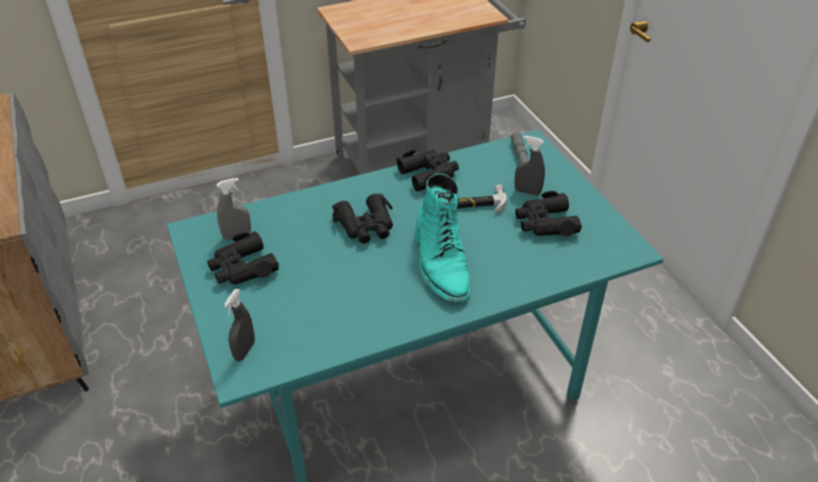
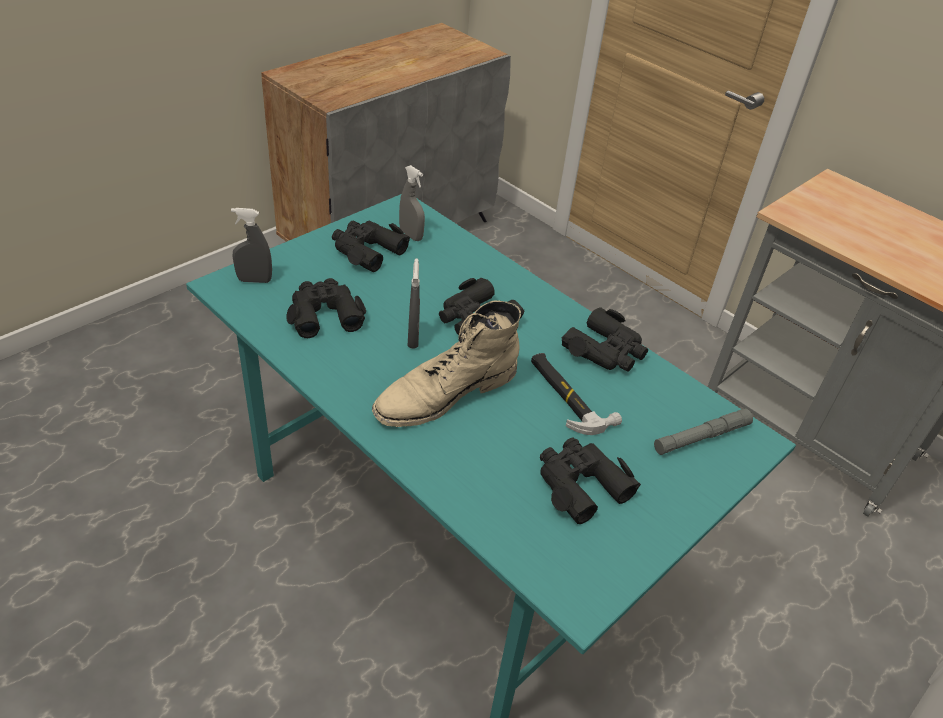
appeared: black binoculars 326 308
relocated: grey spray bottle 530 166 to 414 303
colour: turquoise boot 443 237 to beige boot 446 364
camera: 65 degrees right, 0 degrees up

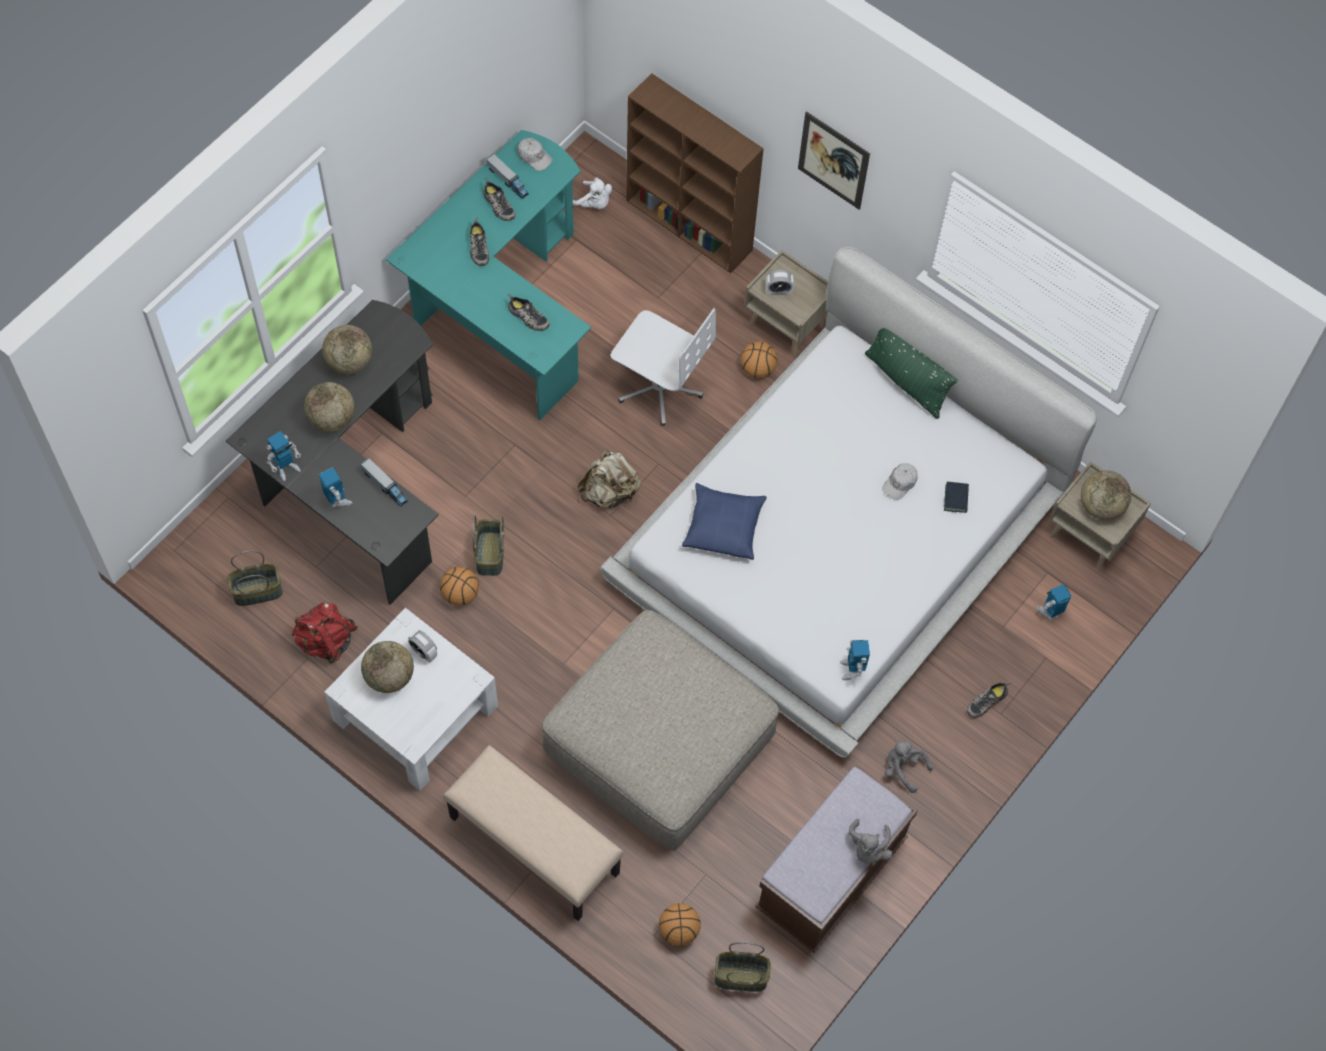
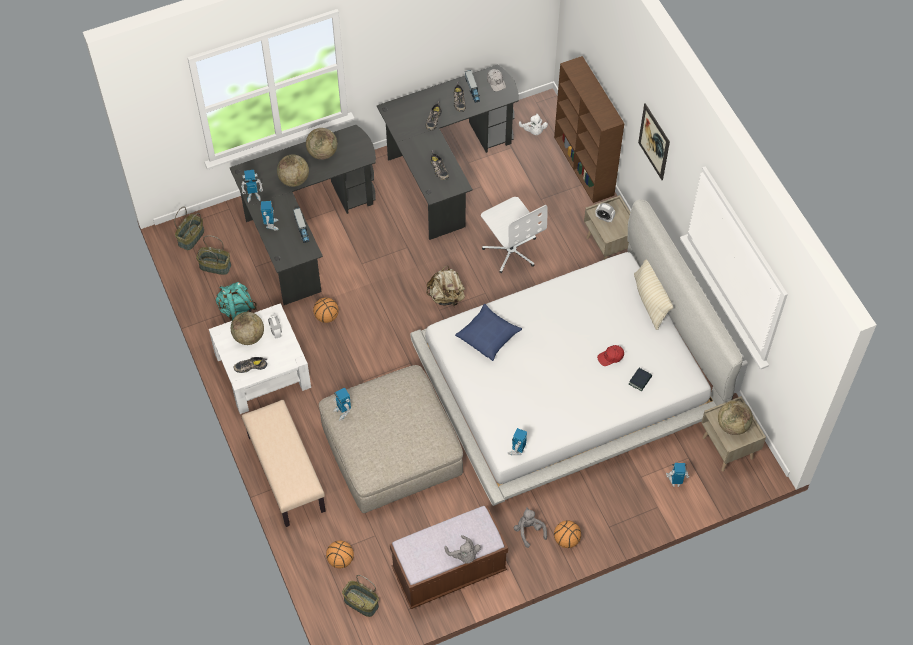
appeared: toy robot 342 404
relocated: basket 489 545 to 189 228; basketball 759 359 to 567 534; shoe 988 699 to 250 365
colour: red backpack 325 633 to turquoise backpack 236 301; turquoise desk 488 275 to black desk 448 152; green pillow 911 373 to beige pillow 653 294; white cap 900 481 to red cap 610 355
spun: grey plush toy 871 841 = 462 549 75 degrees counterclockwise
camera: 30 degrees right, 5 degrees down

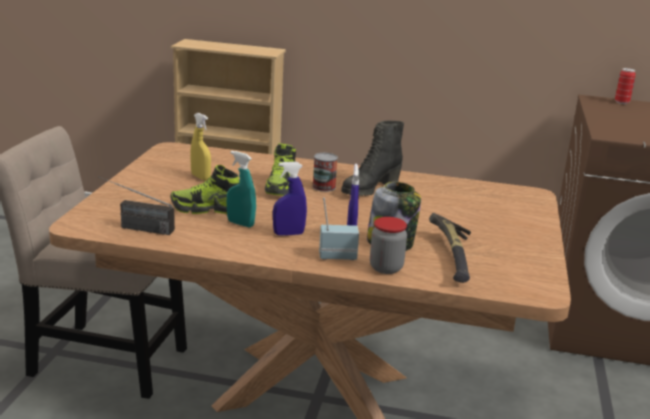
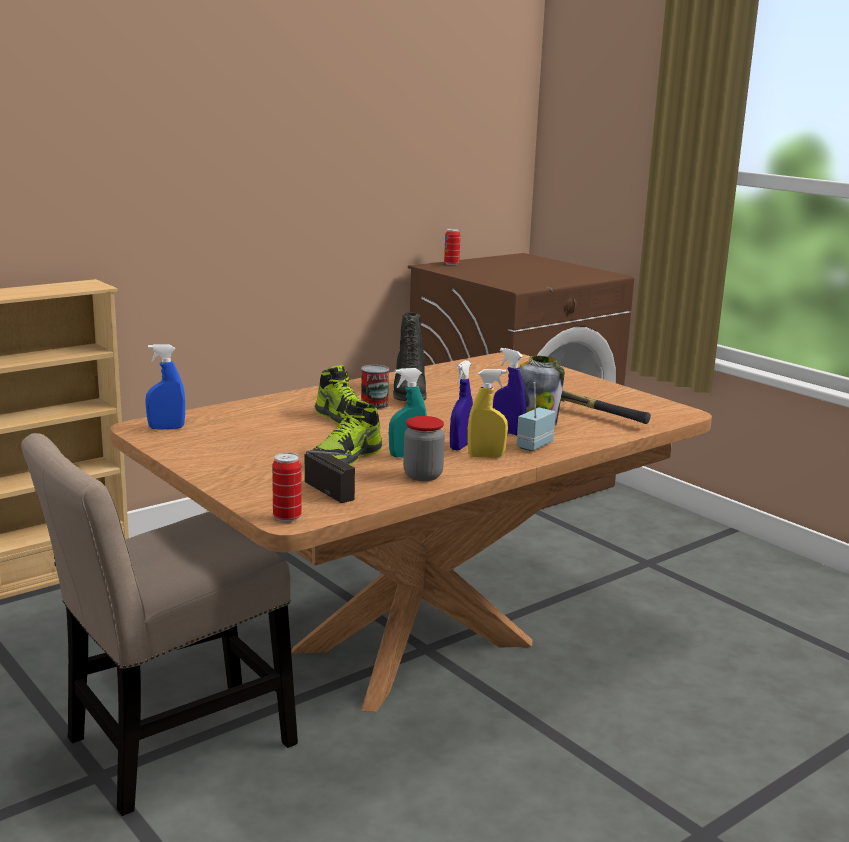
appeared: blue spray bottle 165 387; can 287 487
relocated: yellow spray bottle 200 146 to 487 413; jar 388 245 to 424 448
spun: radio 136 205 = 335 475 90 degrees counterclockwise
camera: 50 degrees left, 5 degrees down

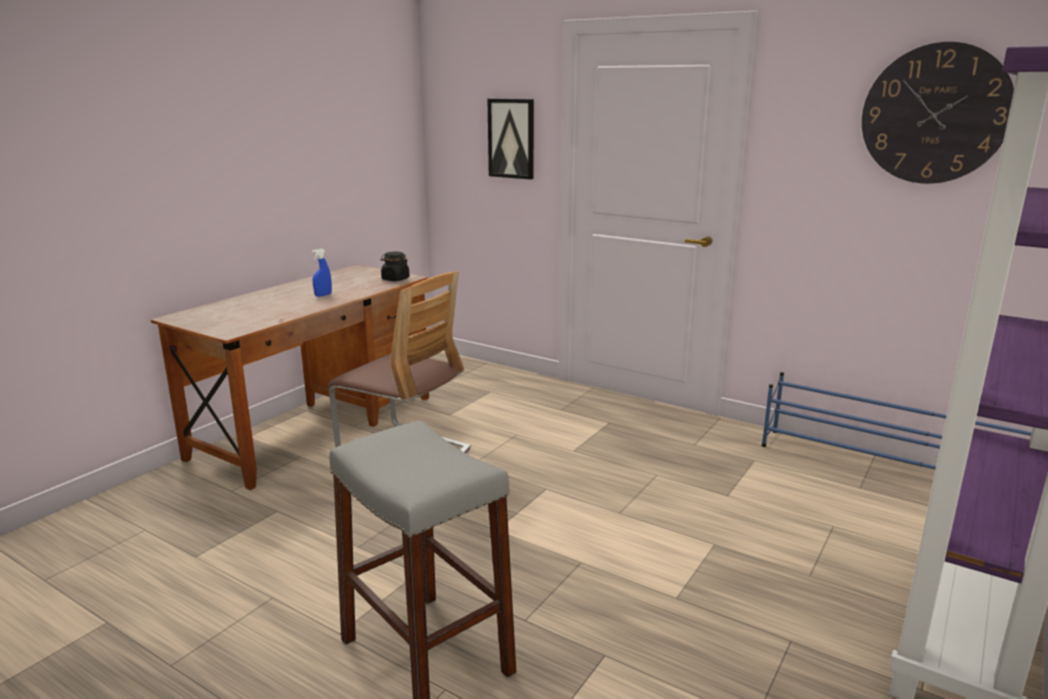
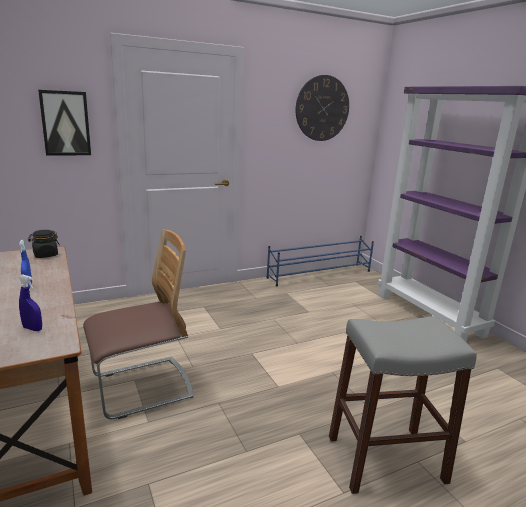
appeared: blue spray bottle 30 302
camera: 60 degrees left, 0 degrees up

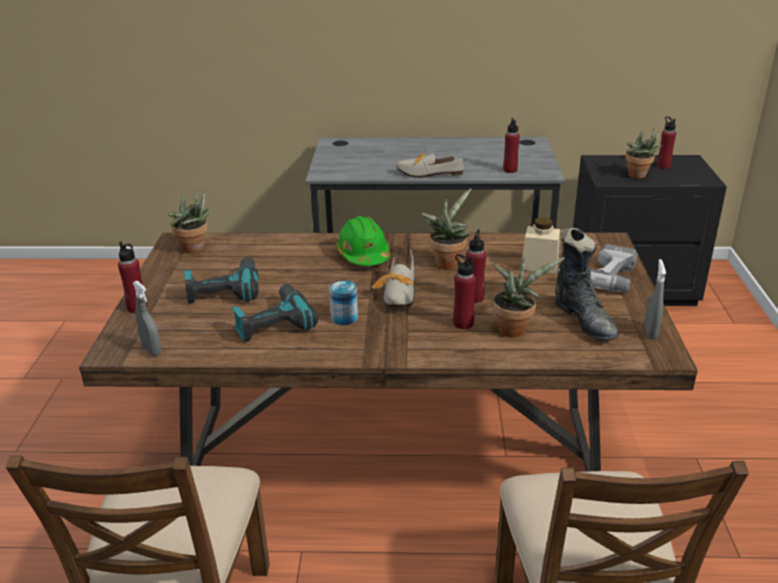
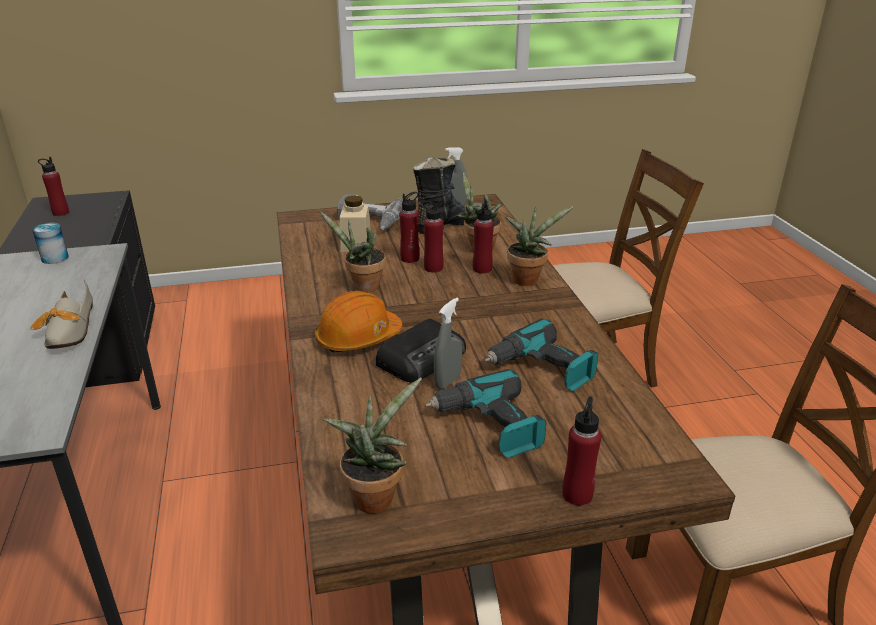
missing: shoe 393 278
appeared: radio 421 350
relocated: grey spray bottle 147 318 to 448 343; can 343 302 to 50 243; red bottle 511 145 to 409 227; potted plant 643 153 to 539 246
colour: green hard hat 363 241 to orange hard hat 359 322
camera: 105 degrees left, 0 degrees up

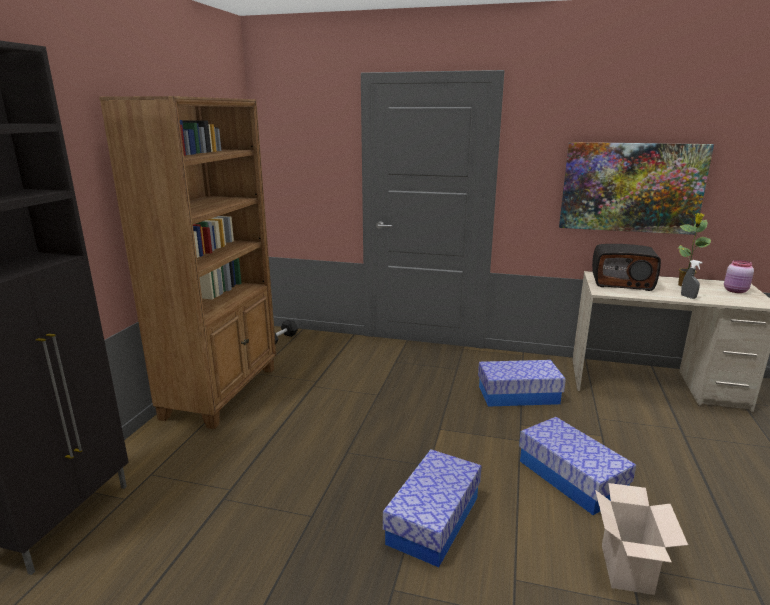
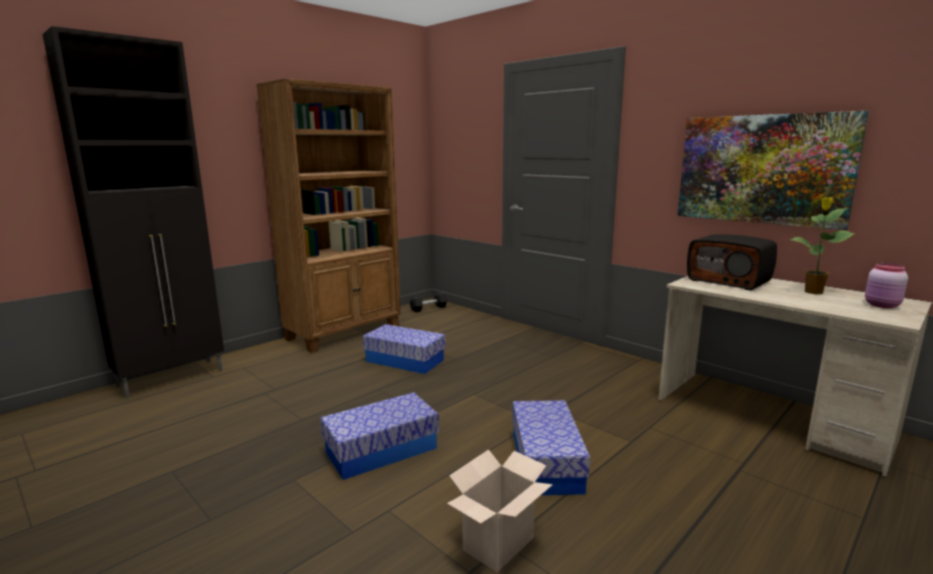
missing: grey spray bottle 692 279
relocated: storage box 522 383 to 404 349
camera: 30 degrees right, 5 degrees down

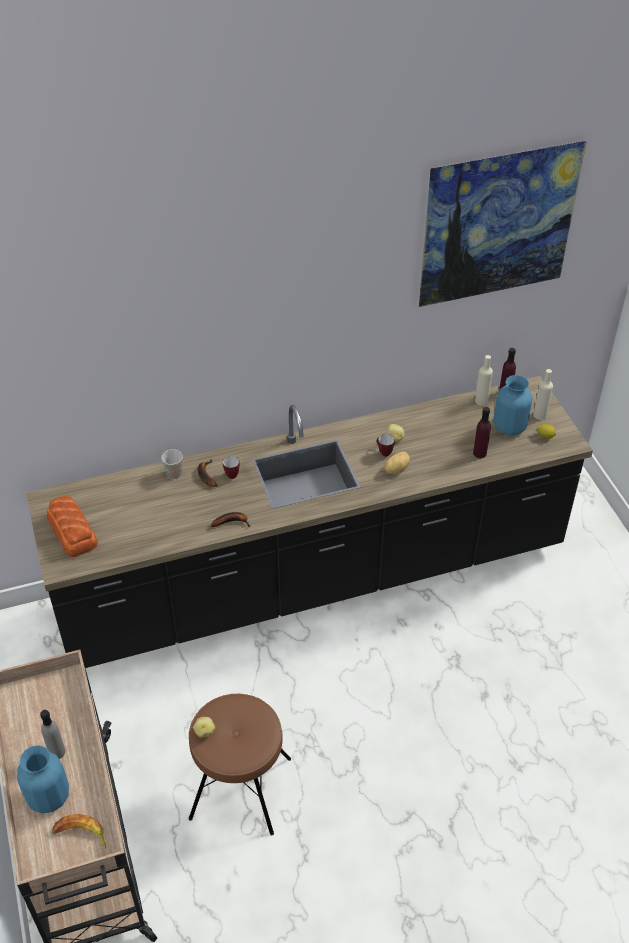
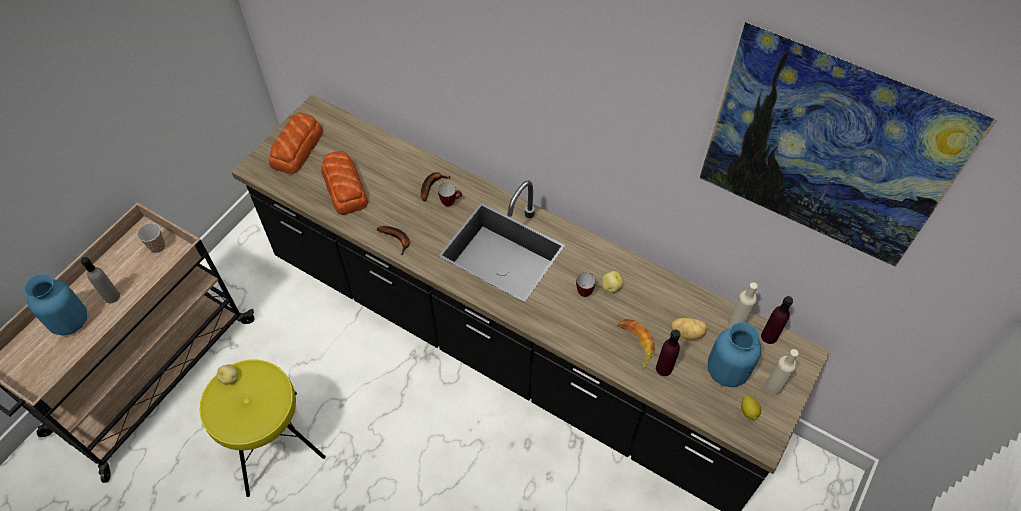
appeared: bread 344 183
relocated: banana 79 831 to 636 344; cup 172 464 to 151 238; potato 397 462 to 689 329
colour: brown stool 239 765 to yellow stool 263 428
camera: 50 degrees right, 10 degrees up

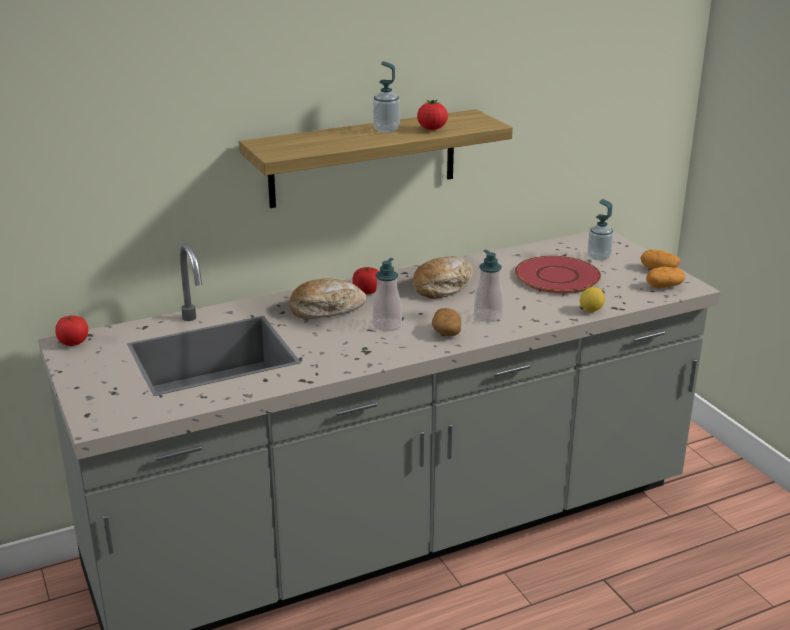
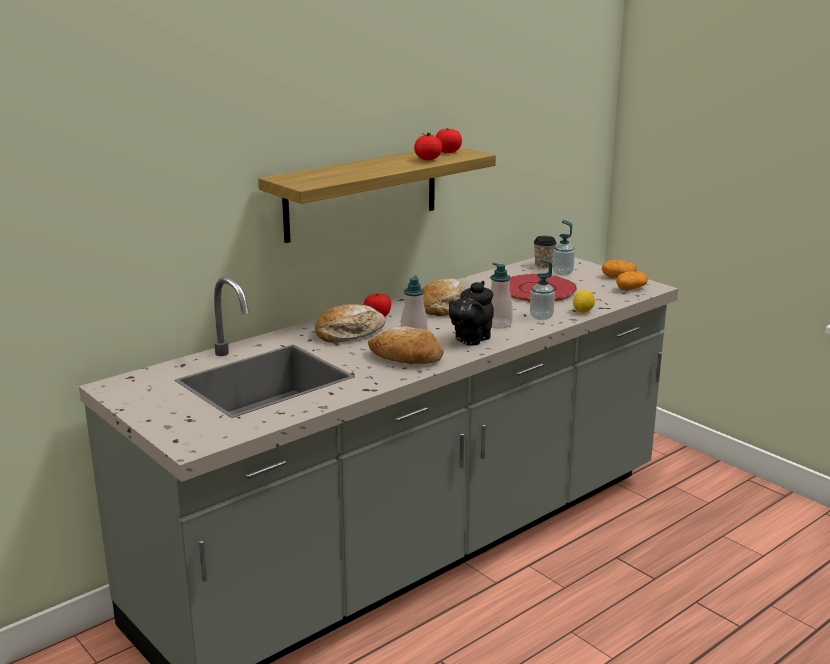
appeared: bread 405 345; cup 545 252
relocated: tomato 71 330 to 449 140; soap dispenser 386 97 to 542 289
exchanged: potato 446 322 to black teapot 471 313
camera: 15 degrees left, 5 degrees down

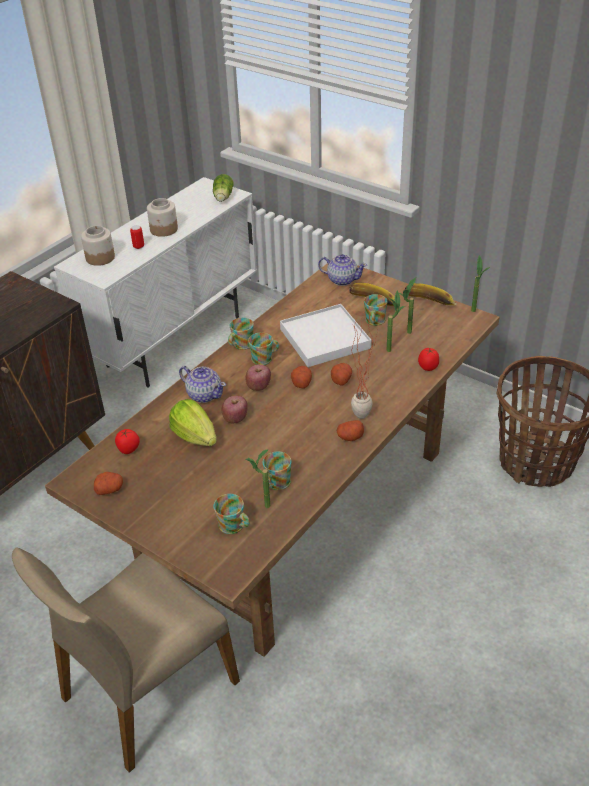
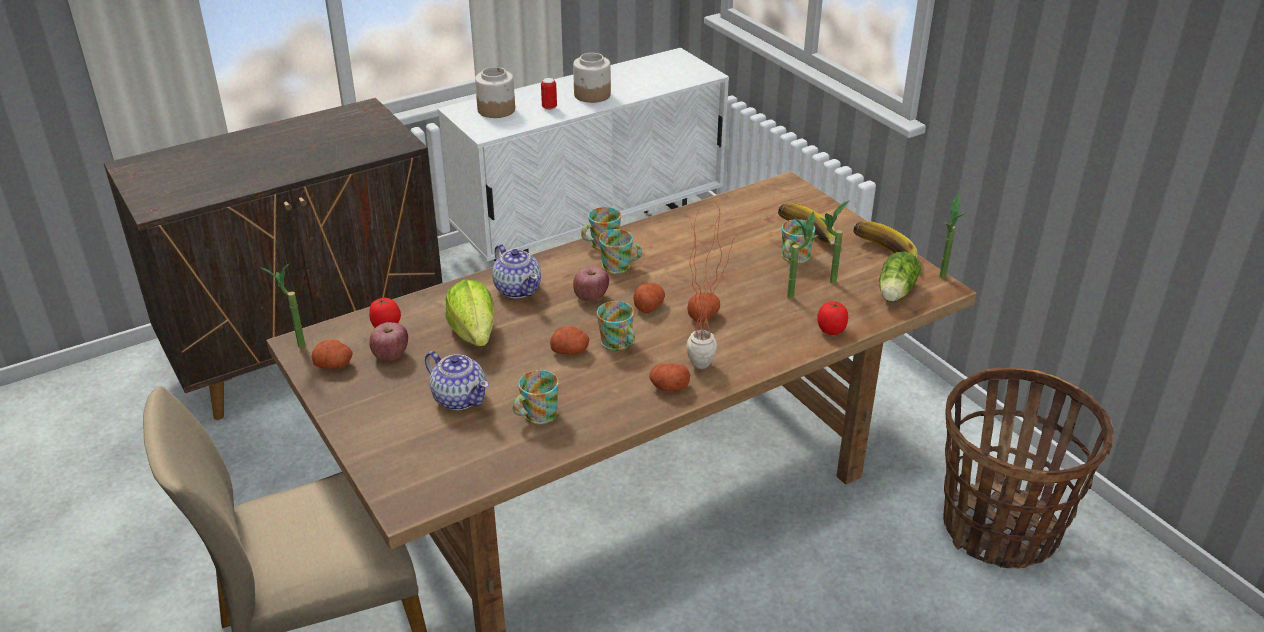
missing: white tray 325 335
appeared: potato 570 340
relocated: lettuce 223 188 to 900 276; mug 231 514 to 616 326; apple 235 409 to 388 341; potted plant 257 478 to 282 305; teapot 342 270 to 457 380
camera: 20 degrees right, 5 degrees down

